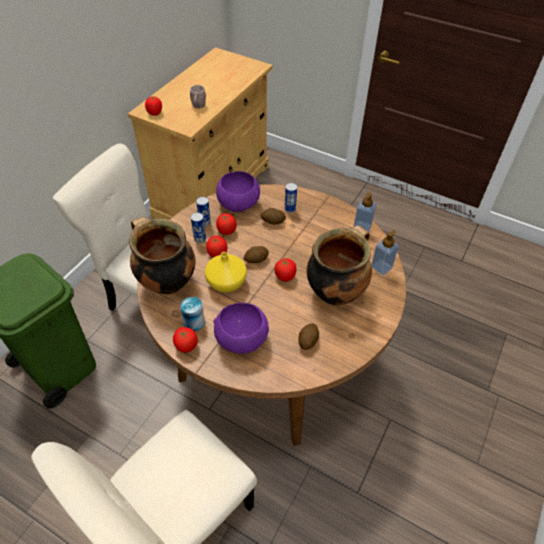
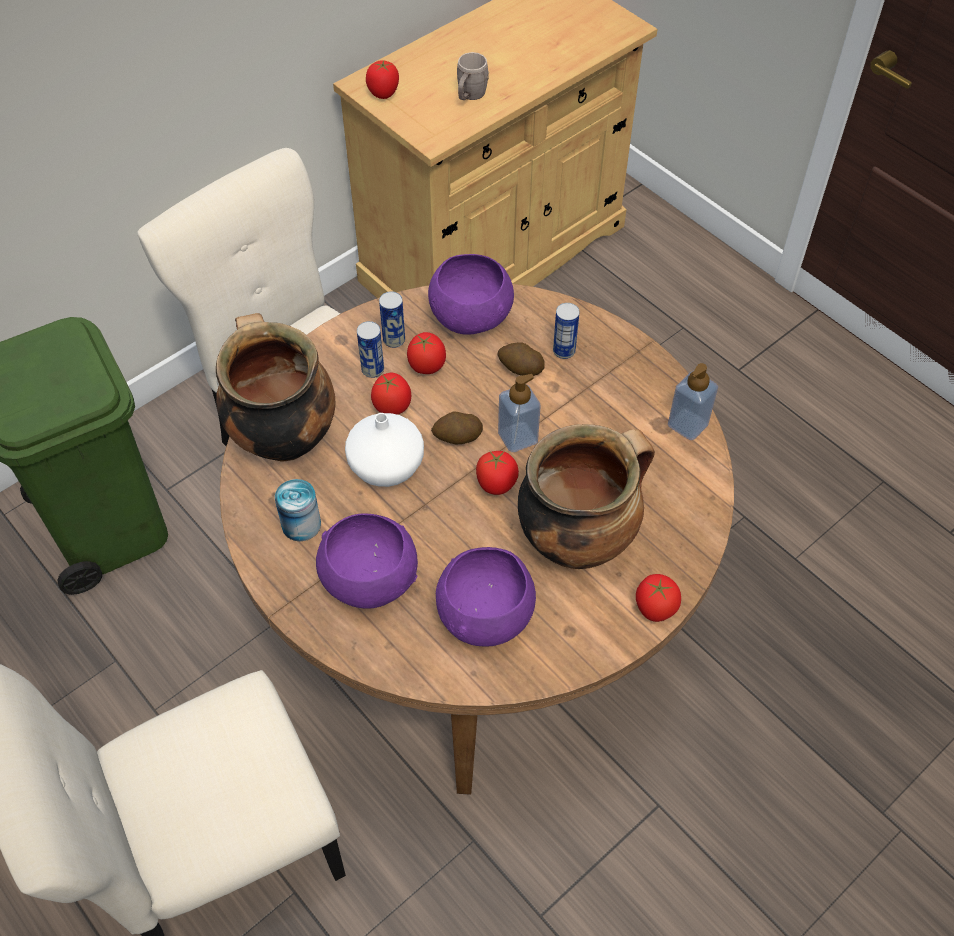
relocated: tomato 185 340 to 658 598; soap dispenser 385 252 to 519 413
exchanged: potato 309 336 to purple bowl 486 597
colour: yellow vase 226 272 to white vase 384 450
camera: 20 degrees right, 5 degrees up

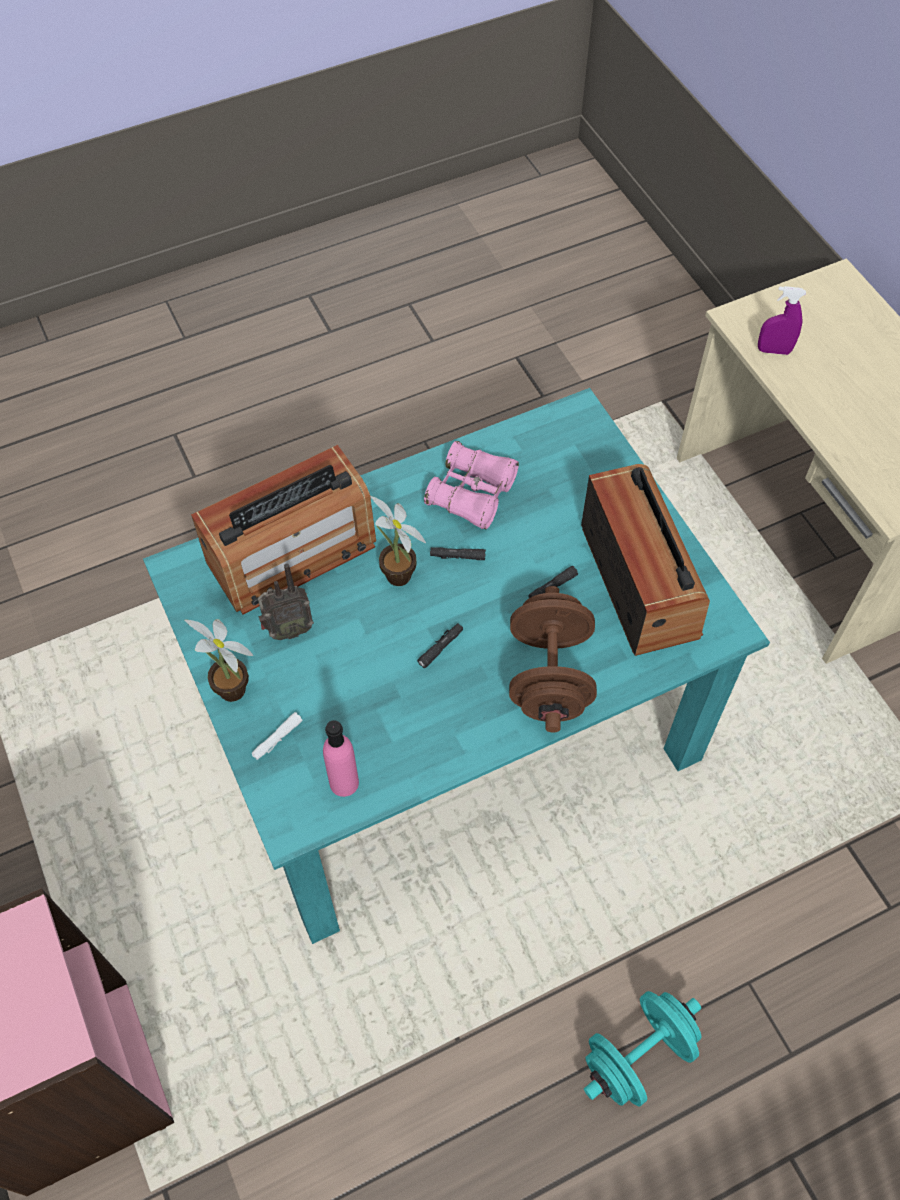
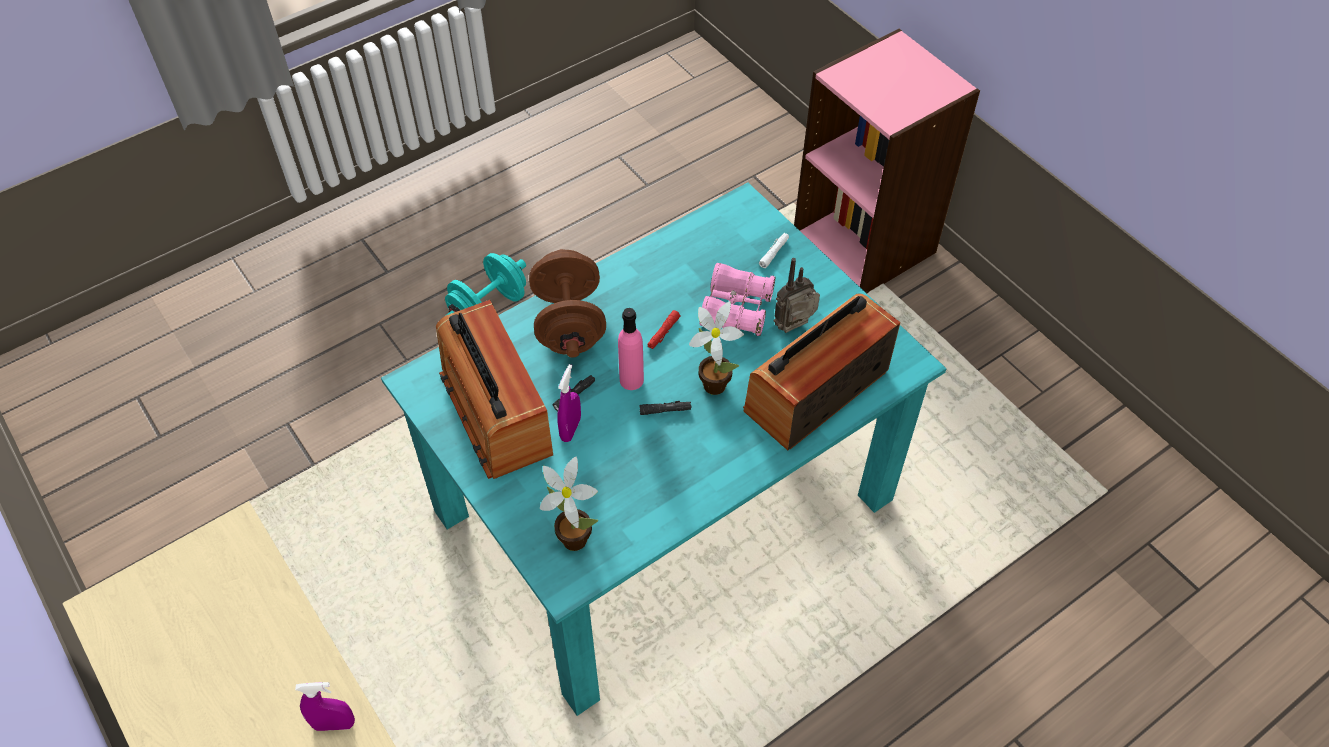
appeared: purple spray bottle 569 403
relocated: potted plant 219 660 to 569 503; pink bottle 341 758 to 631 349; pink binoculars 471 485 to 737 299
colour: black flashlight 440 645 to red flashlight 664 329
camera: 170 degrees right, 5 degrees down

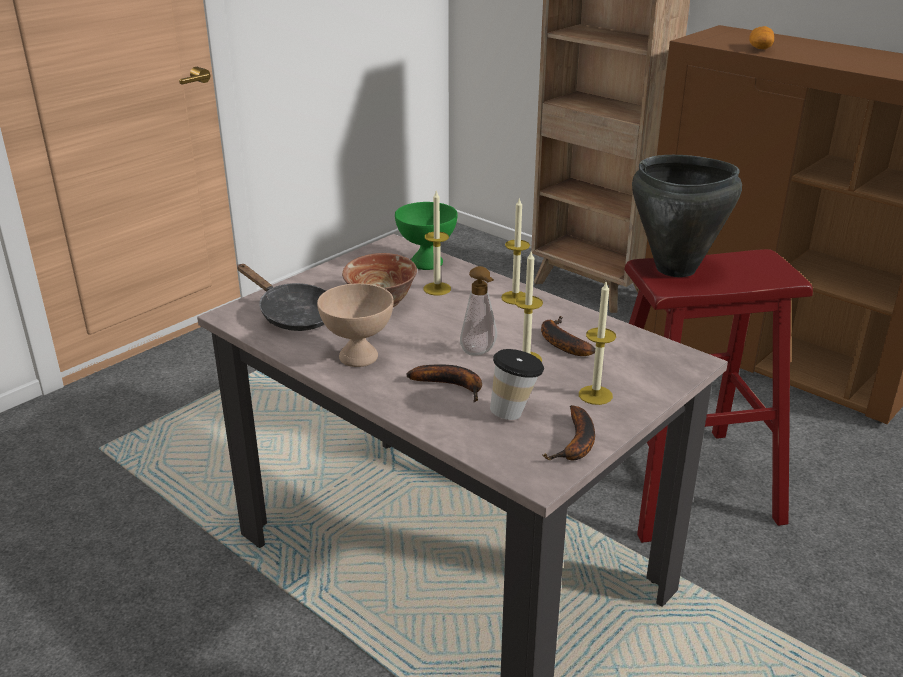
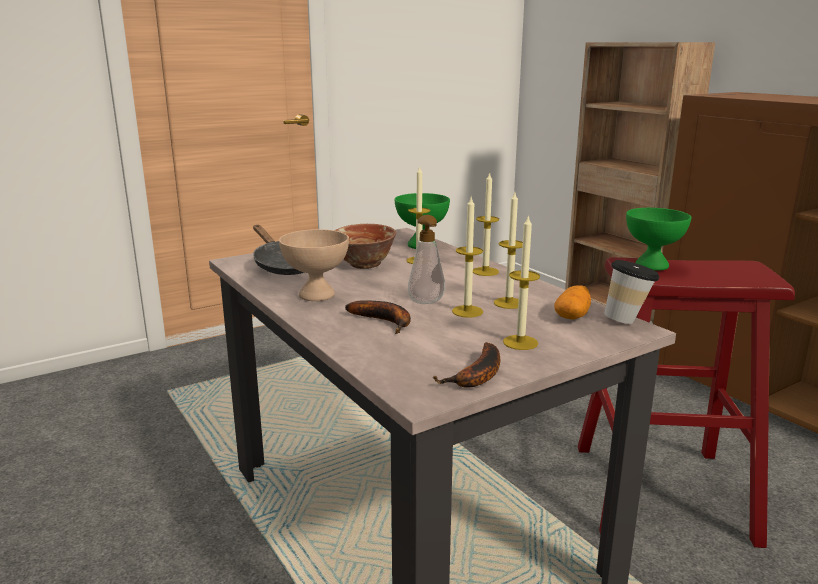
relocated: cup 517 384 to 632 292; potato 761 37 to 572 302
exchanged: banana 568 336 to candle 508 250; black cooking pot 687 216 to green bowl 658 239
camera: 15 degrees right, 10 degrees down

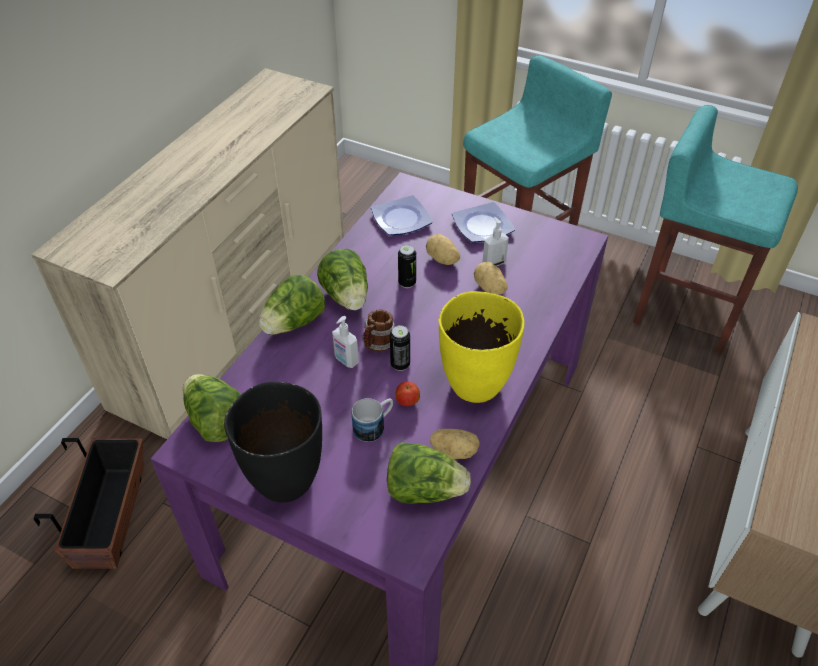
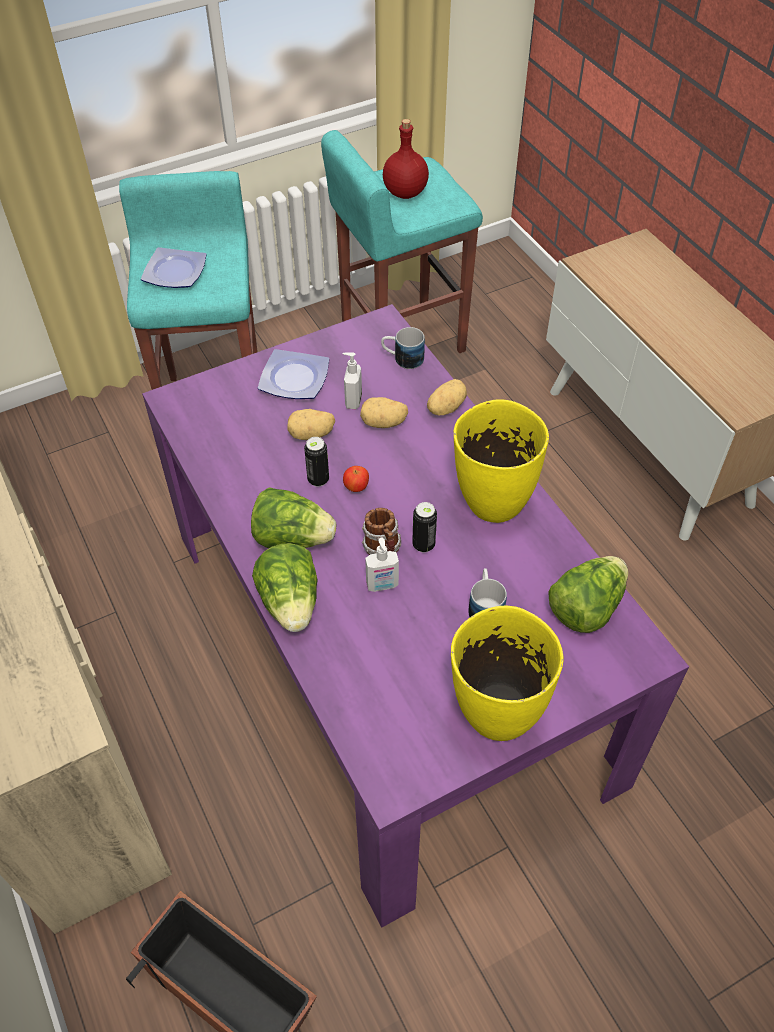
missing: lettuce 212 408
appeared: mug 403 348; red bottle 406 159
relocated: plate 402 215 to 174 267; apple 408 394 to 356 479; potato 455 444 to 447 397
colour: black vase 273 442 to yellow vase 507 673
camera: 55 degrees left, 5 degrees up

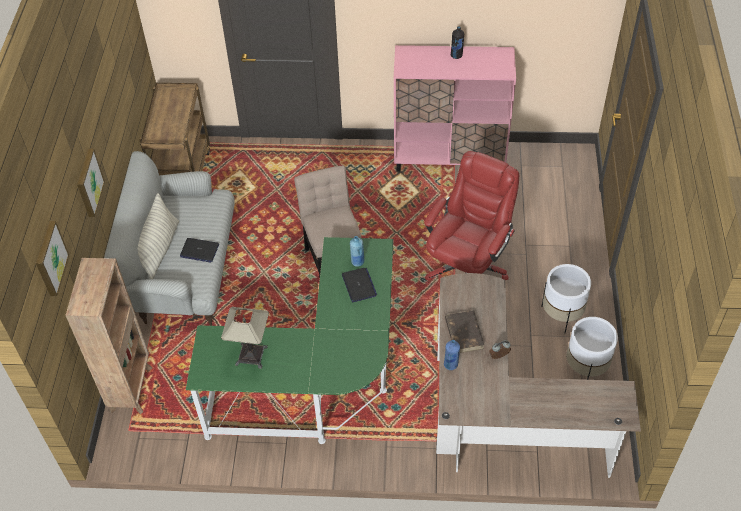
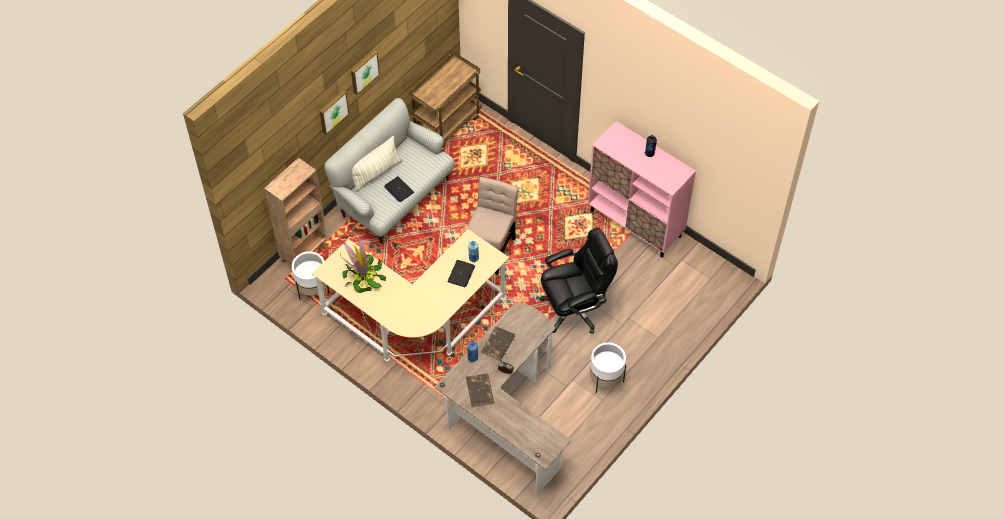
appeared: brown book 480 390
relocated: picture 52 258 to 365 72; white planter 592 348 to 310 275
exchanged: table lamp 245 338 to potted plant 363 265
colour: green desk 290 340 to beige desk 410 295; red office chair 471 216 to black office chair 578 280
camera: 35 degrees right, 5 degrees up

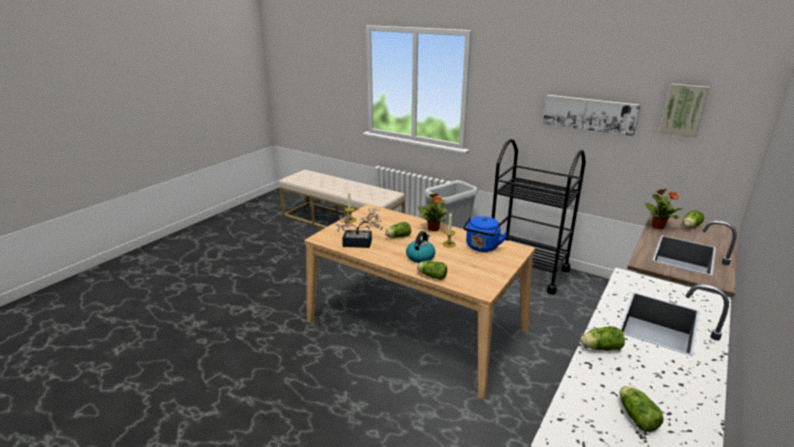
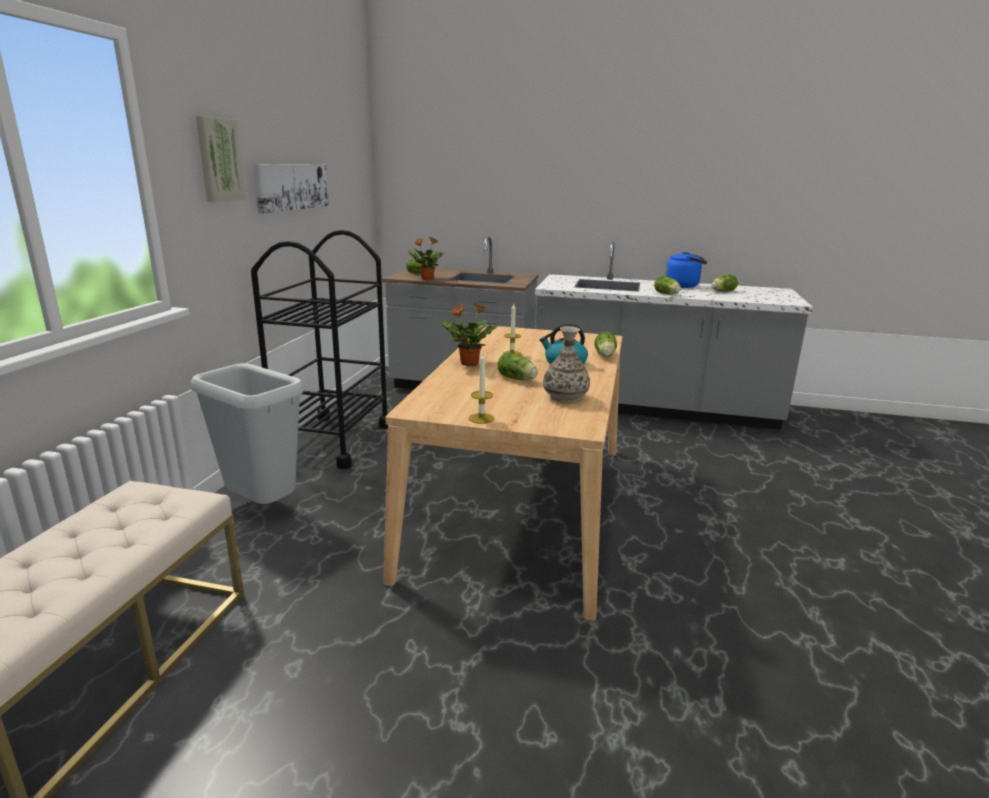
relocated: blue kettle 485 234 to 686 270; picture 685 110 to 221 159
exchanged: potted plant 359 228 to vase 566 364
camera: 110 degrees left, 5 degrees down

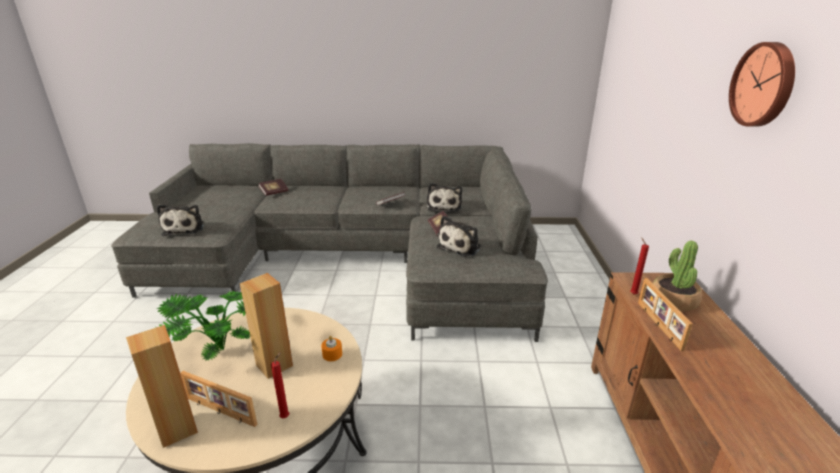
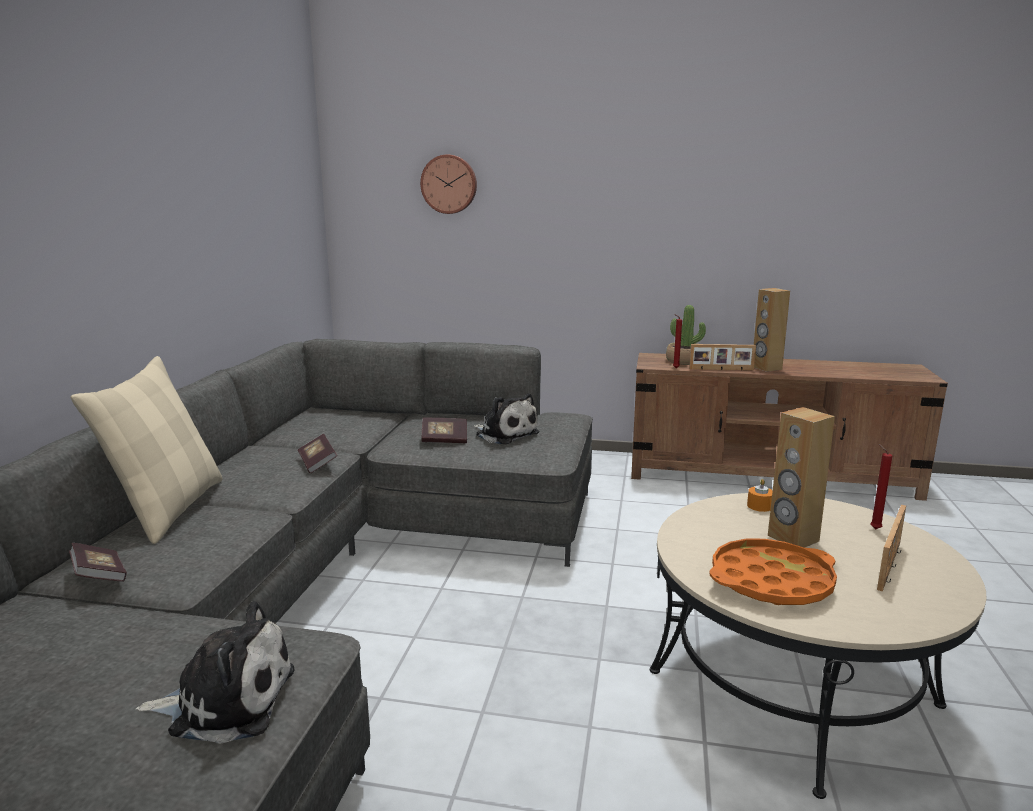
missing: plush toy 444 197
appeared: beige pillow 146 450
relocated: brown speaker 162 386 to 772 330; wall clock 762 84 to 448 184
exchanged: potted plant 203 326 to orange tray 773 572
camera: 80 degrees left, 10 degrees down

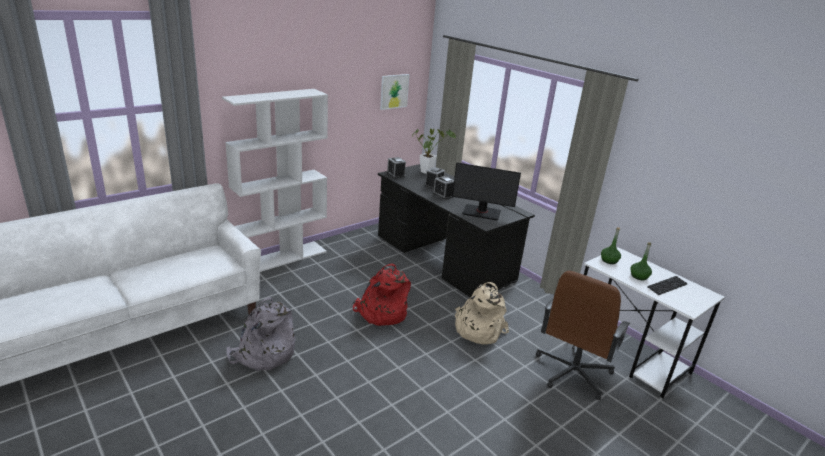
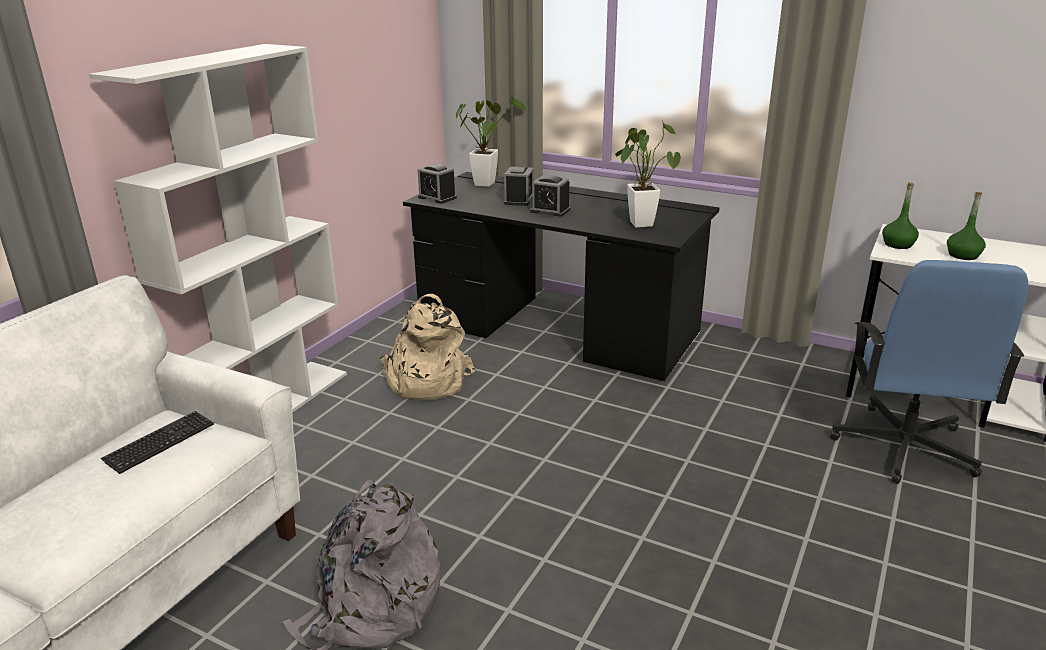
missing: red backpack 382 295; picture 394 92
relocated: beige backpack 482 313 to 427 347; keyboard 667 285 to 157 442
exchanged: monitor 486 191 to potted plant 648 174
colour: brown office chair 583 335 to blue office chair 929 372
camera: 20 degrees left, 0 degrees up

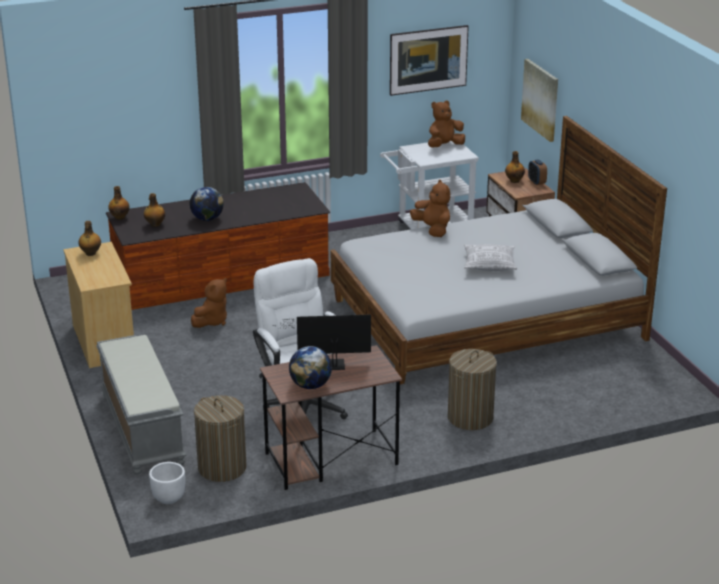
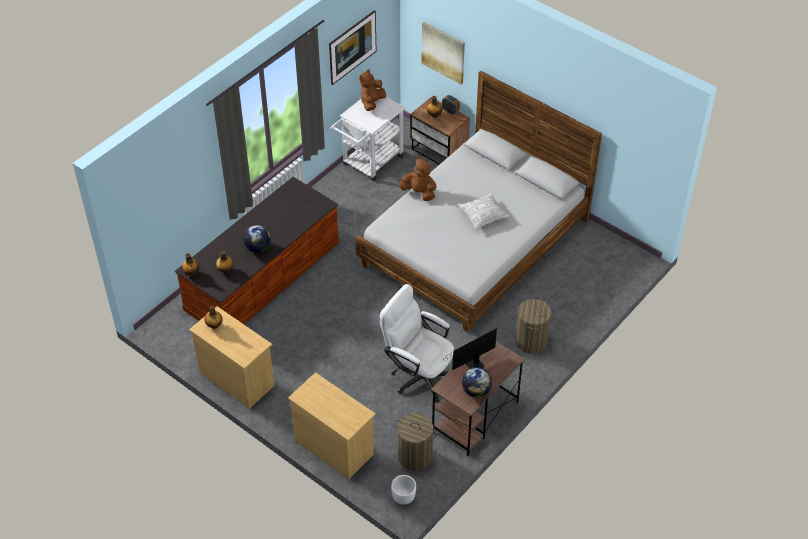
missing: brown plush toy 209 303
exchanged: grey bench 141 405 to beige dresser 332 425
camera: 30 degrees left, 20 degrees up

